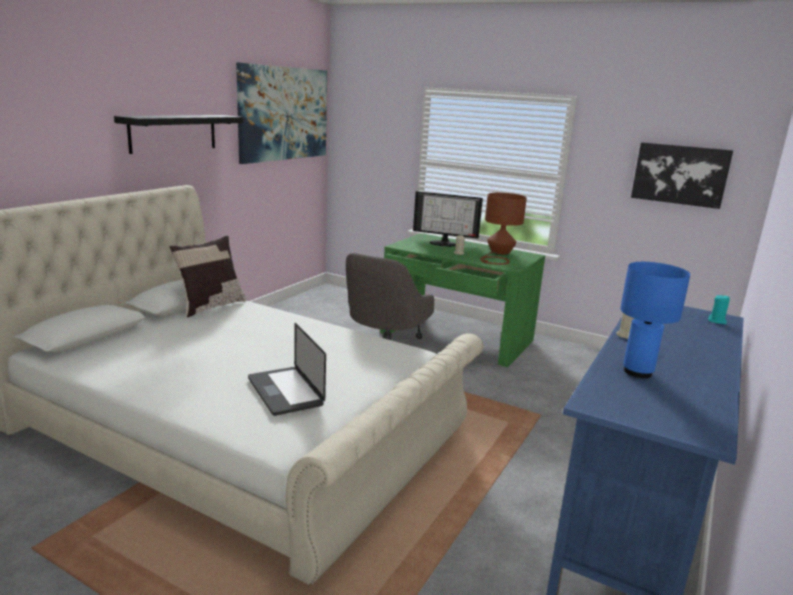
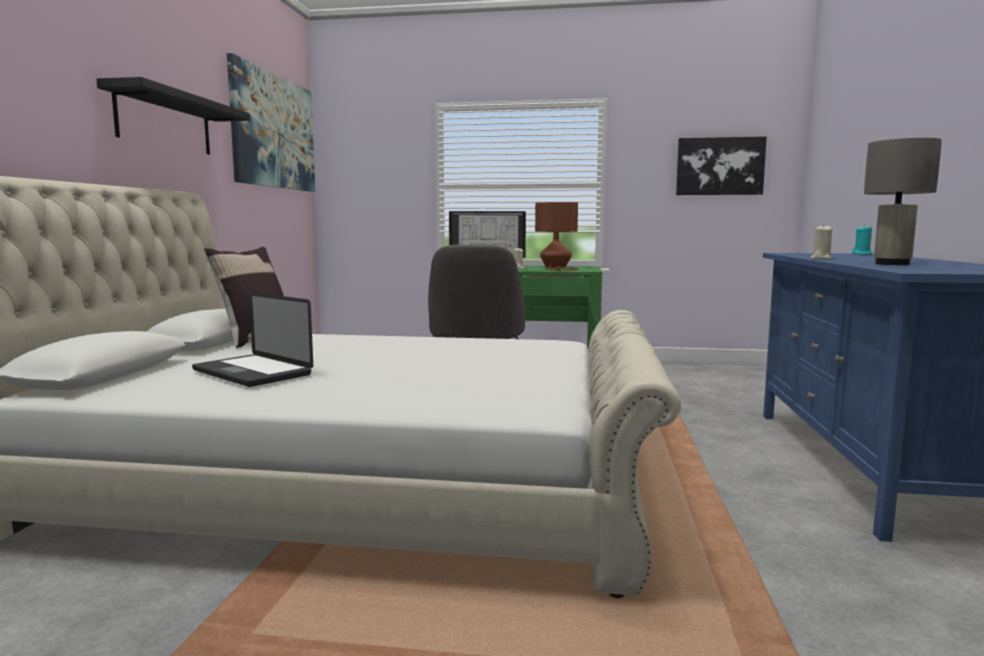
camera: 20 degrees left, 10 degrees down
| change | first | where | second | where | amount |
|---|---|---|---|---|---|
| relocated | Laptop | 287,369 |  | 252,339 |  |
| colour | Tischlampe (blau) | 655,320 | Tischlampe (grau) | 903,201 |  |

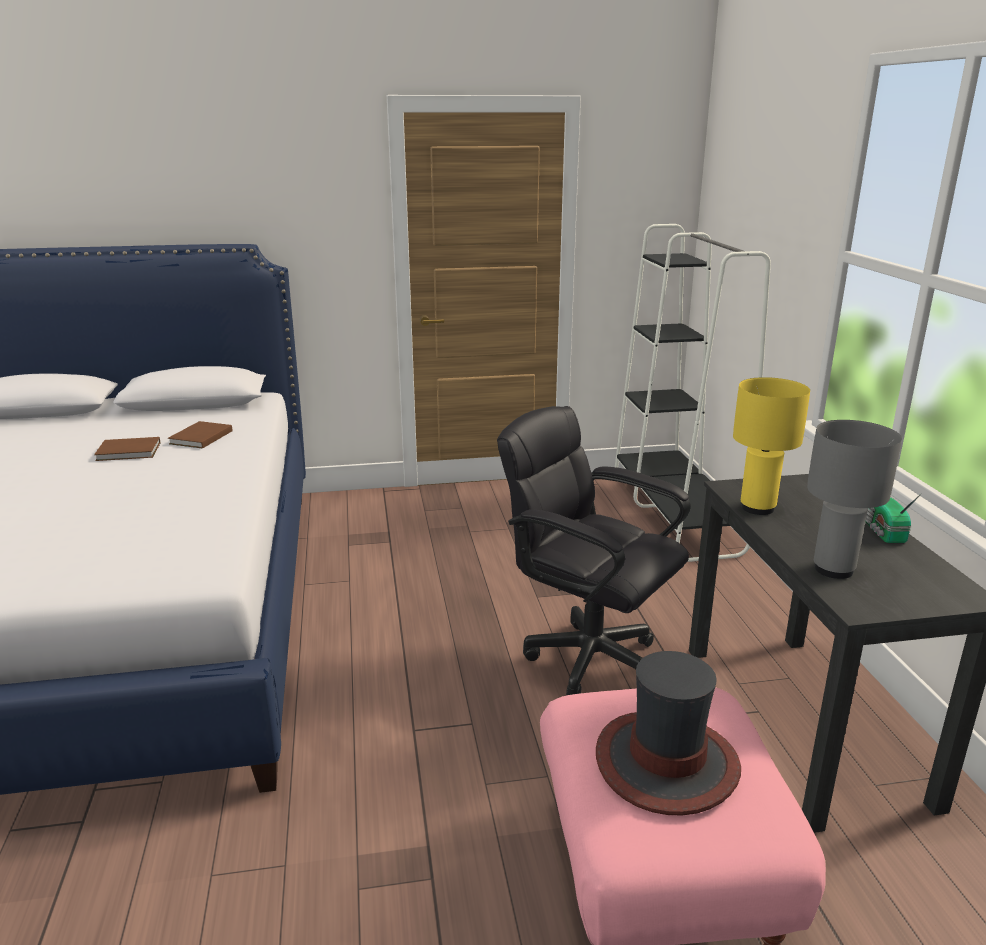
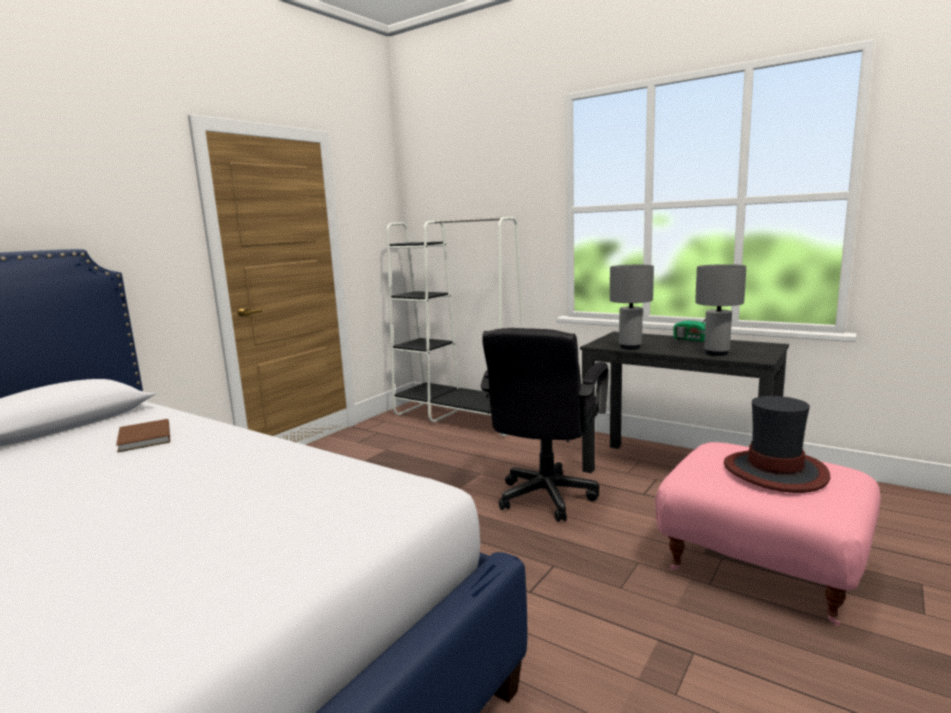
camera: 45 degrees left, 10 degrees down
| change | first | where | second | where | amount |
|---|---|---|---|---|---|
| missing | Buch (braun) | 127,449 |  |  |  |
| spun | Bürostuhl (schwarz) | 594,550 |  | 545,425 | 60 degrees counterclockwise |
| colour | Tischlampe (gelb) | 771,446 | Tischlampe (grau) | 632,307 |  |

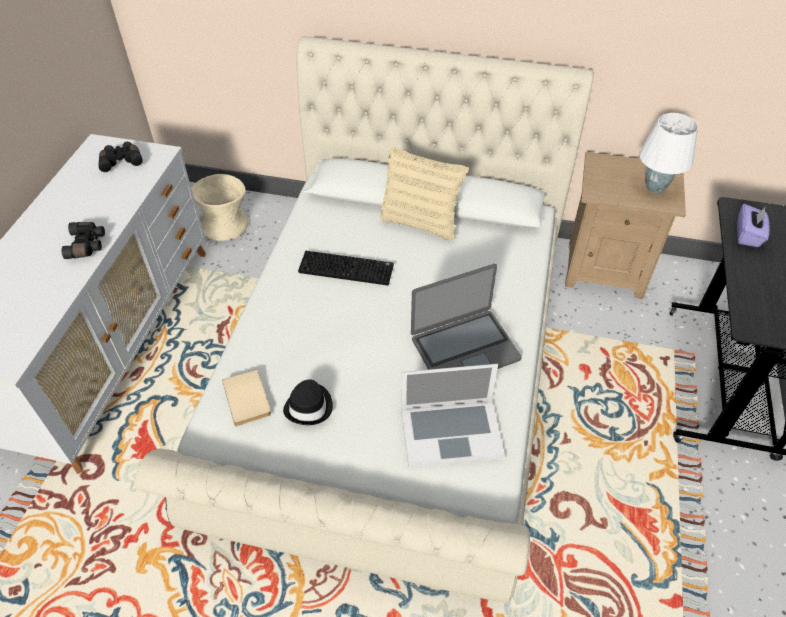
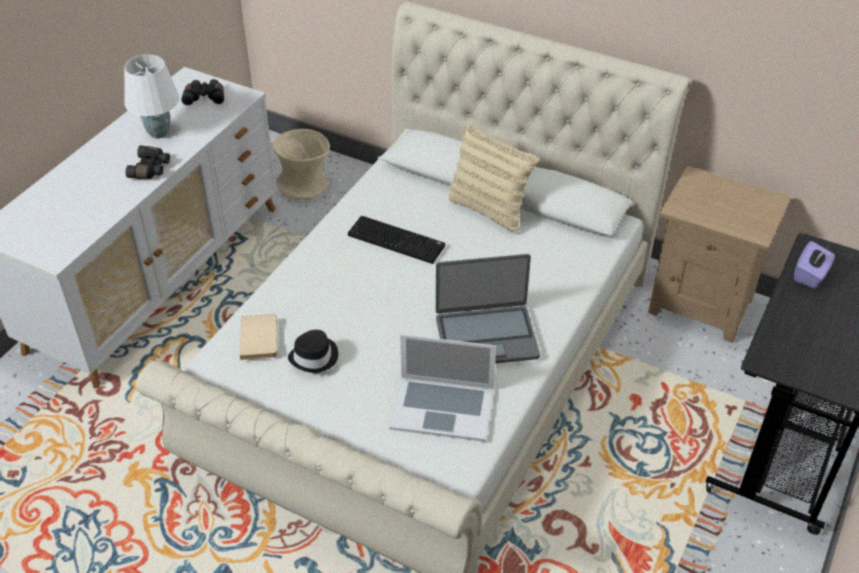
camera: 15 degrees right, 5 degrees down
| change | first | where | second | where | amount |
|---|---|---|---|---|---|
| relocated | Tischlampe (weiß) | 668,153 |  | 151,96 |  |

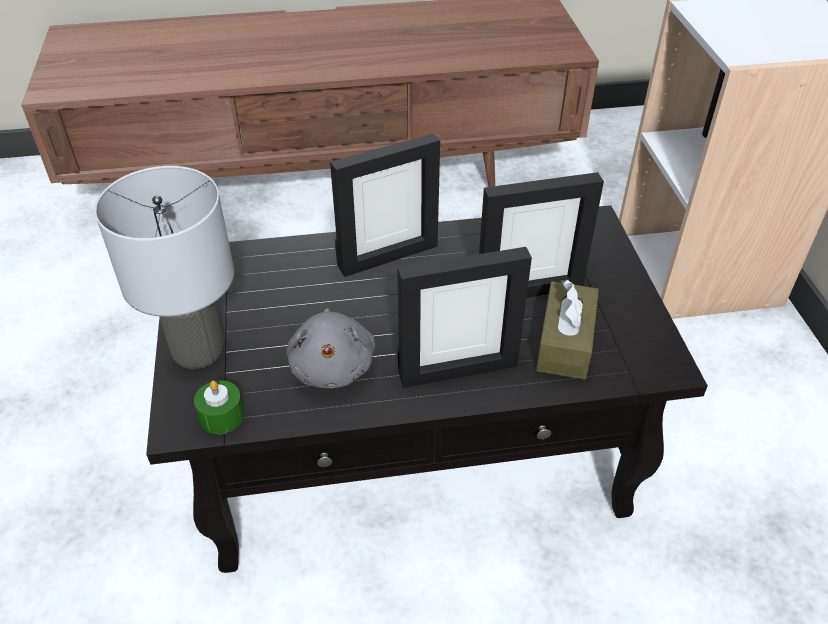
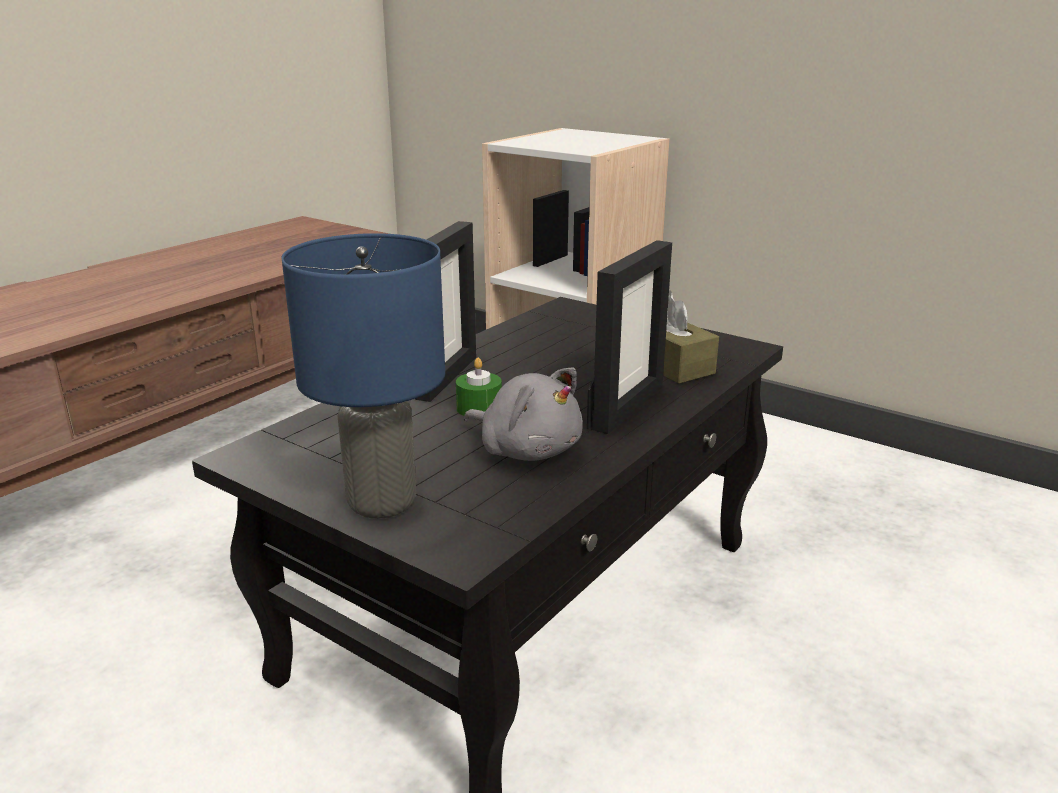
camera: 45 degrees left, 20 degrees down
| change | first | where | second | where | amount |
|---|---|---|---|---|---|
| colour | Tischlampe (weiß) | 164,267 | Tischlampe (blau) | 363,376 |  |
| relocated | Kerze (grün) | 219,407 |  | 479,387 |  |
| missing | Bilderrahmen | 541,235 |  |  |  |

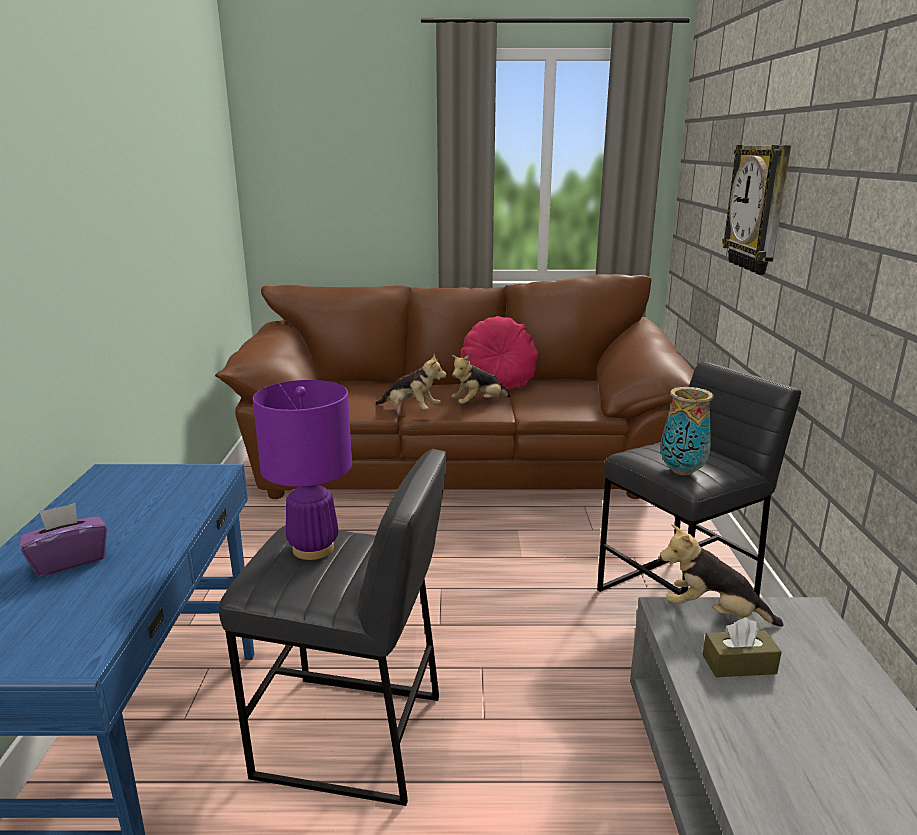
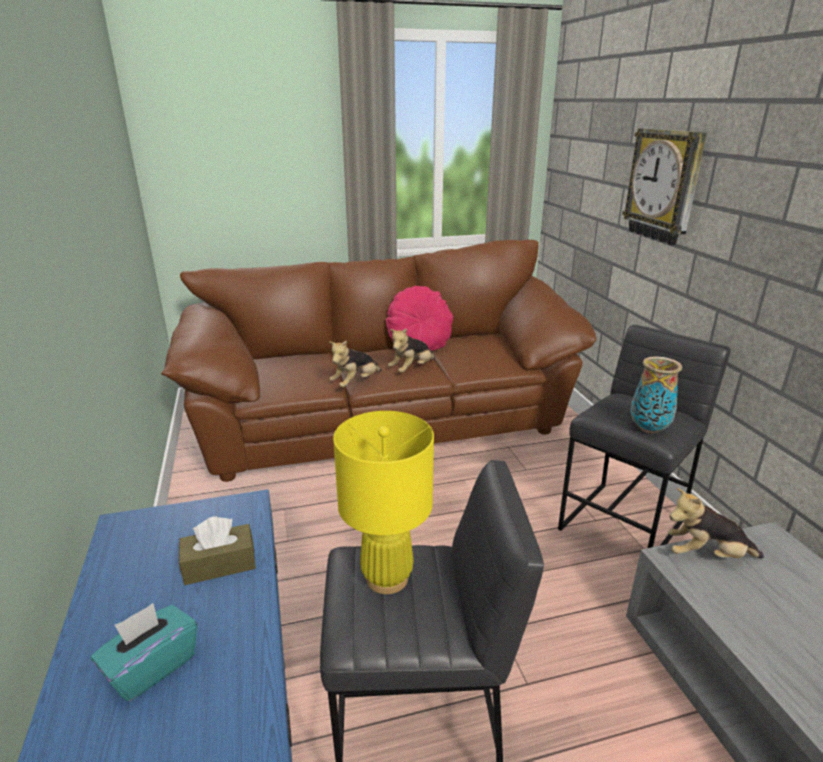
camera: 15 degrees left, 5 degrees up
| change | first | where | second | where | amount |
|---|---|---|---|---|---|
| colour | Taschentuchbox (lila) | 63,540 | Taschentuchbox (türkis) | 144,652 |  |
| colour | Tischlampe (lila) | 302,470 | Tischlampe (gelb) | 383,502 |  |
| spun | Plüschtier | 411,382 |  | 355,364 | 120 degrees clockwise |
| relocated | Taschentuchbox (braun) | 742,647 |  | 217,550 |  |

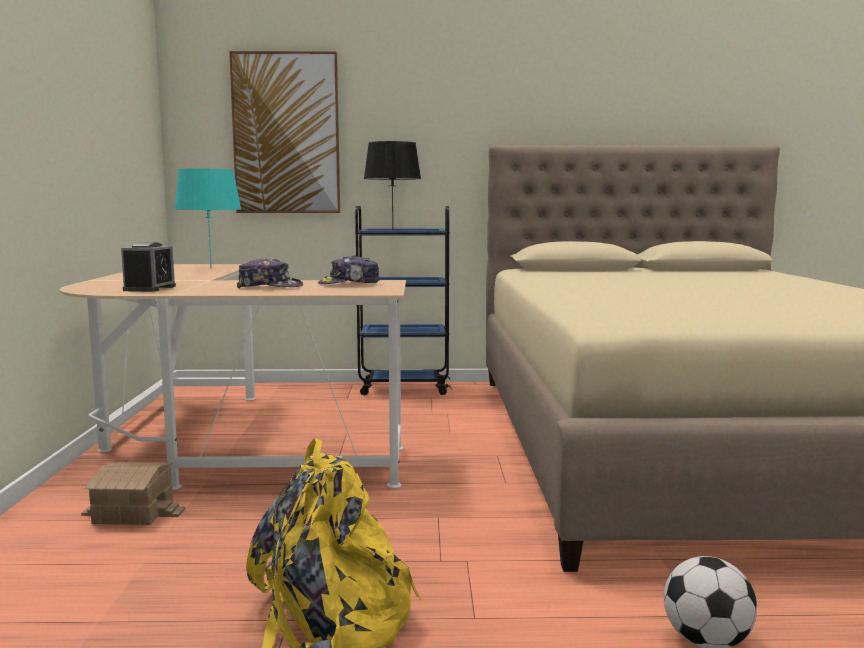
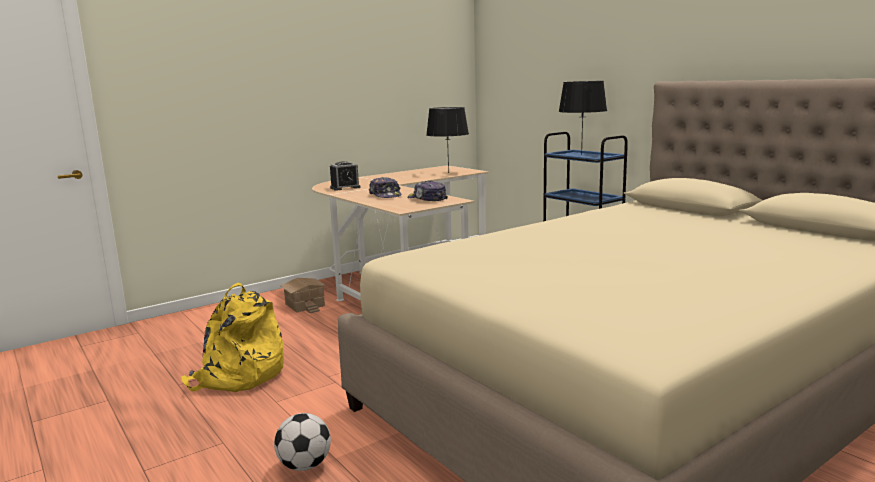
camera: 55 degrees right, 5 degrees up
| change | first | where | second | where | amount |
|---|---|---|---|---|---|
| colour | Tischlampe (türkis) | 208,218 | Tischlampe (schwarz) | 447,140 |  |
| missing | Bild | 284,132 |  |  |  |

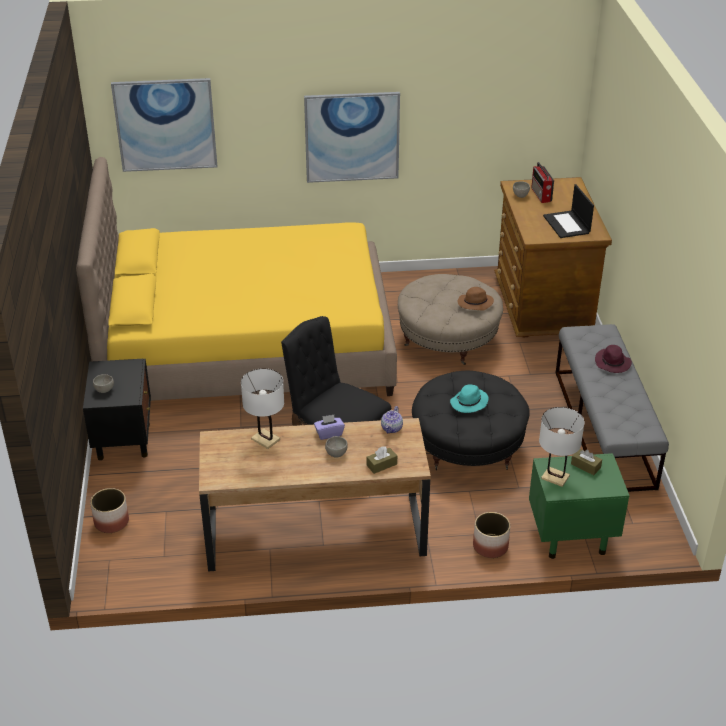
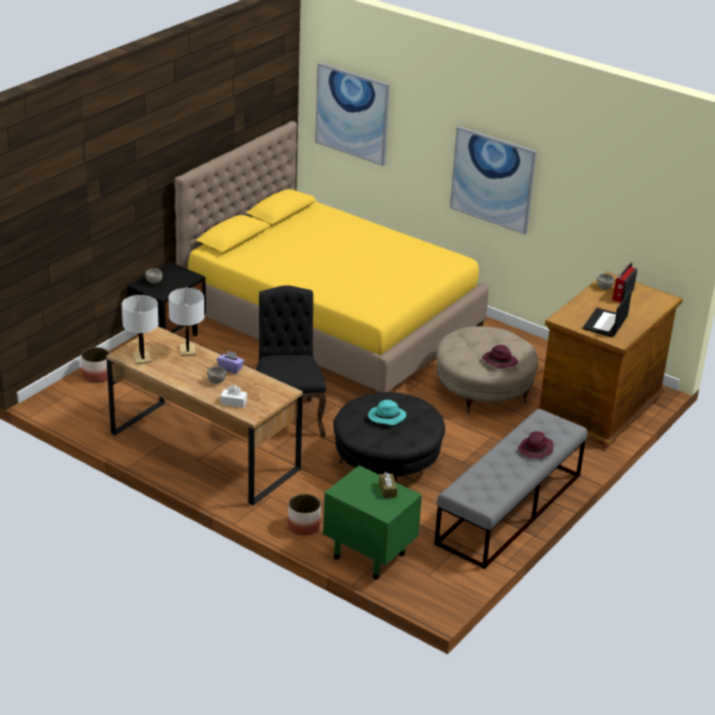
camera: 40 degrees right, 5 degrees down
| change | first | where | second | where | amount |
|---|---|---|---|---|---|
| colour | Taschentuchbox (braun) | 382,460 | Taschentuchbox (weiß) | 233,396 |  |
| missing | Teekanne | 392,419 |  |  |  |
| colour | Hut (braun) | 476,299 | Hut (lila) | 500,357 |  |
| relocated | Tischlampe (weiß) | 562,447 |  | 140,329 |  |

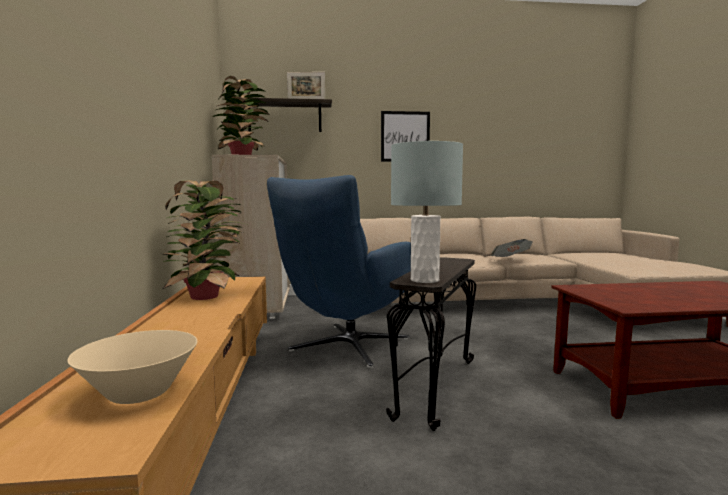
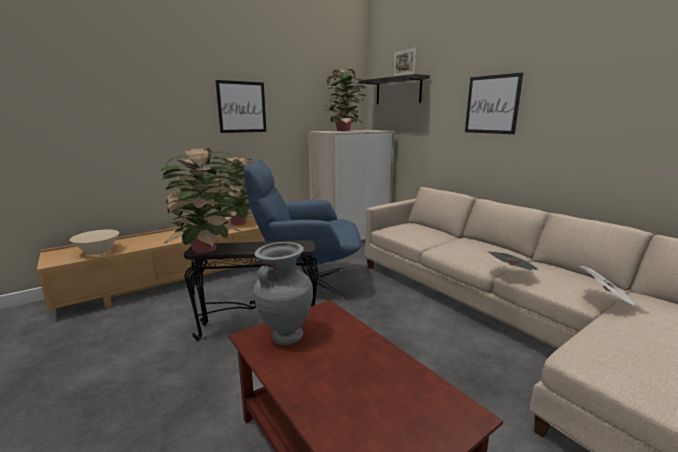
camera: 60 degrees right, 10 degrees up
| change | first | where | second | where | amount |
|---|---|---|---|---|---|
| exchanged | Tischlampe (grau) | 427,212 | Topfpflanze | 199,200 |  |
| appeared |  |  | Bild | 240,106 |  |
| appeared |  |  | Vase (grau) | 283,293 |  |
| appeared |  |  | Zeitung | 614,288 |  |

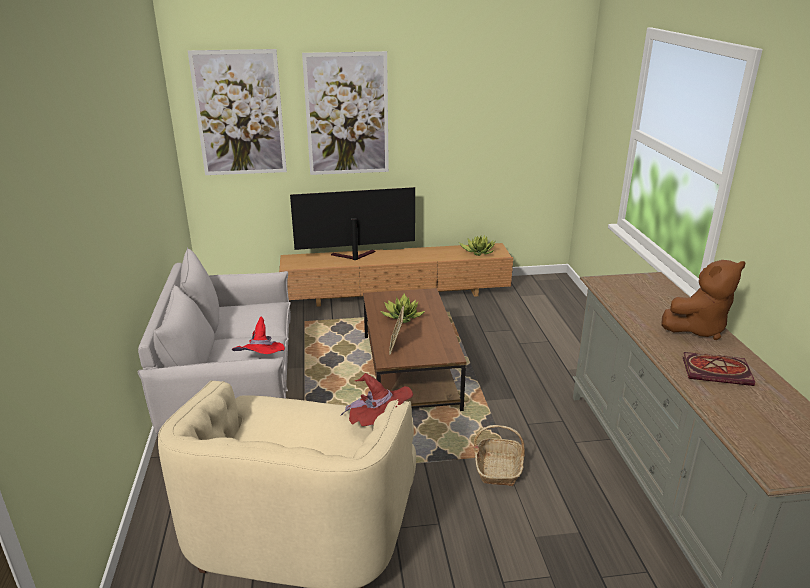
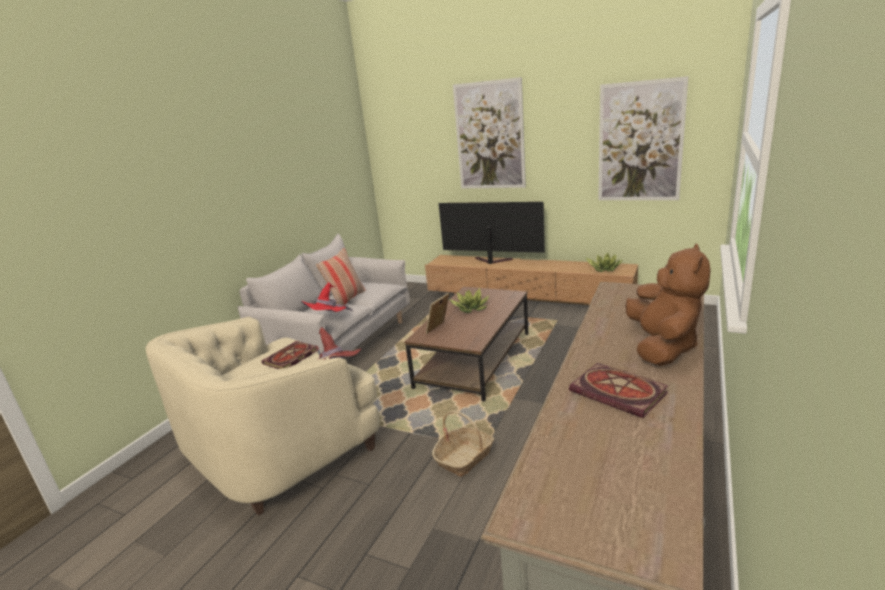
camera: 35 degrees right, 5 degrees down
| change | first | where | second | where | amount |
|---|---|---|---|---|---|
| relocated | Bild | 237,112 |  | 643,138 |  |
| spun | Plüschtier (braun) | 703,300 |  | 668,304 | 90 degrees counterclockwise |
| appeared |  |  | Buch | 289,355 |  |
| appeared |  |  | Kissen | 341,277 |  |

